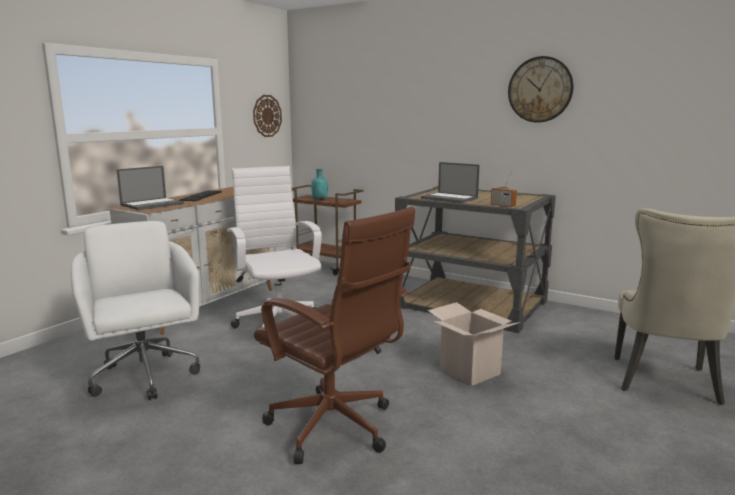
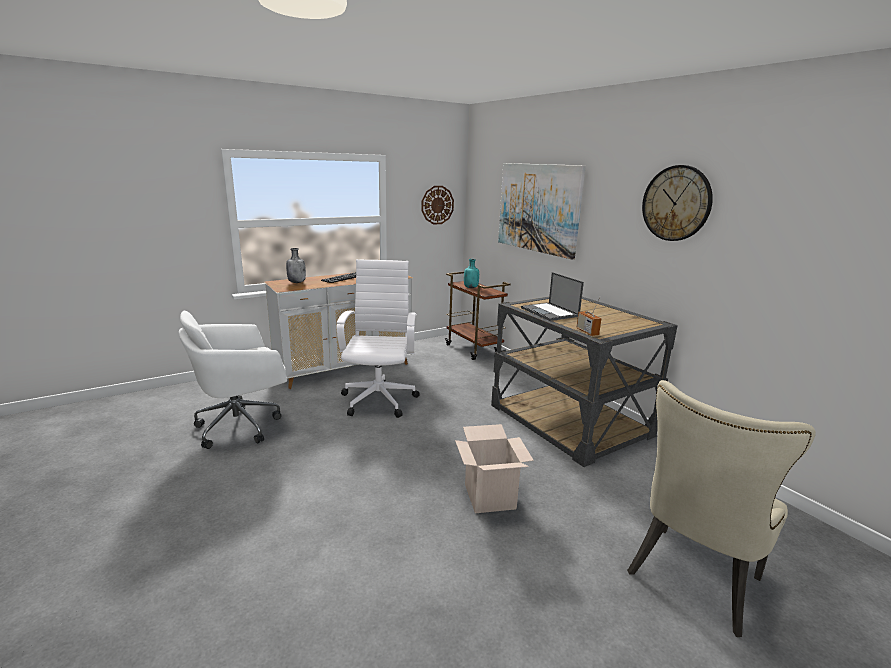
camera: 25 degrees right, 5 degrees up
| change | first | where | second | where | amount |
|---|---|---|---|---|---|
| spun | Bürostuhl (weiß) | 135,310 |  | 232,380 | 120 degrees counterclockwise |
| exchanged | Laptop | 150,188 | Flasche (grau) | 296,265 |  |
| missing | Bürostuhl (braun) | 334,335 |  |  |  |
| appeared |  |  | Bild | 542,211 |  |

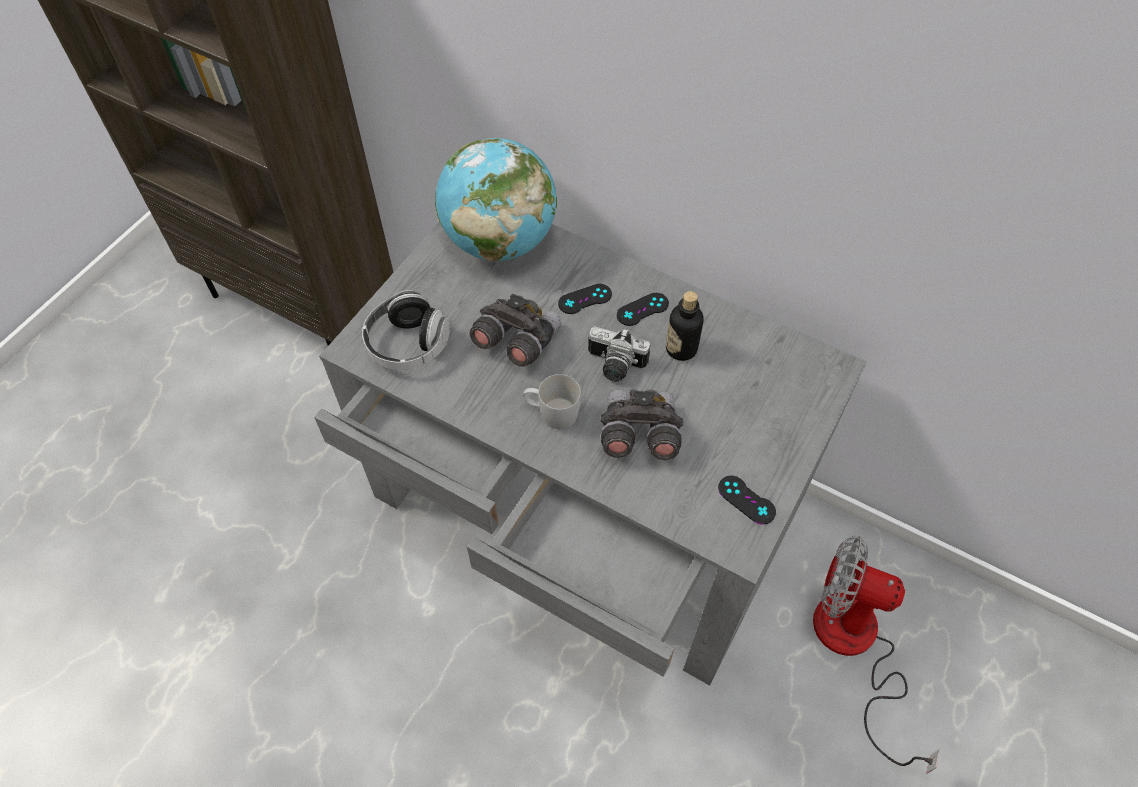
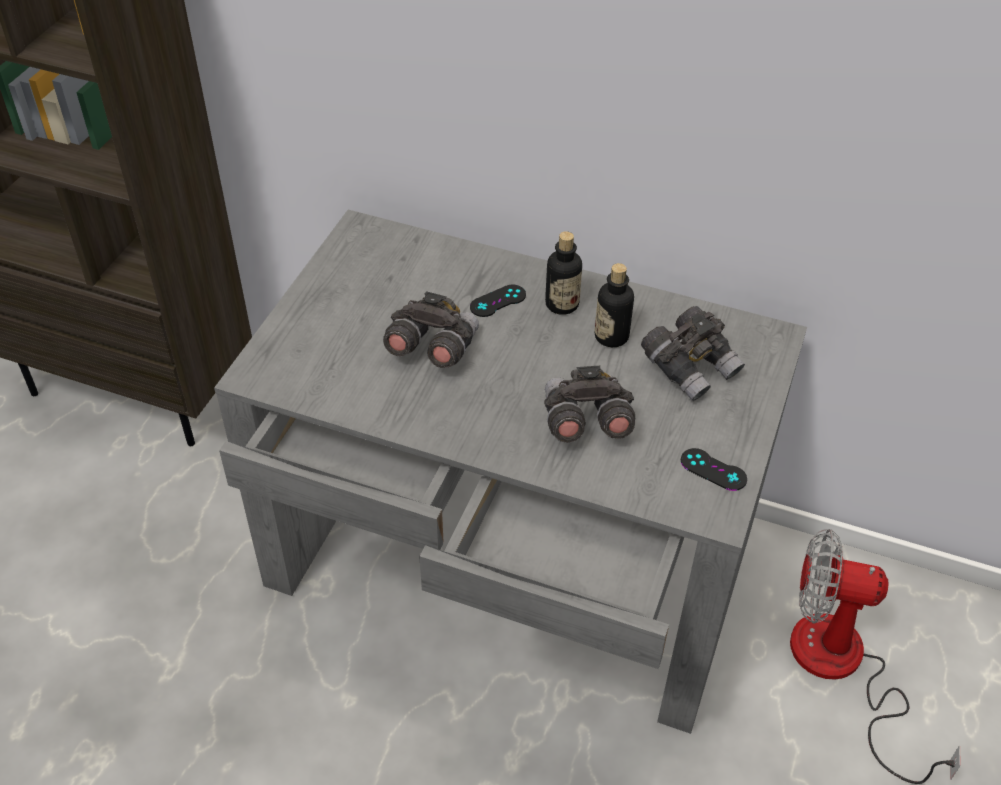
camera: 10 degrees left, 10 degrees down
| change | first | where | second | where | amount |
|---|---|---|---|---|---|
| missing | Kopfhörer | 406,330 |  |  |  |
| missing | Globus | 496,199 |  |  |  |
| missing | Henkelbecher (weiß) | 552,401 |  |  |  |
| missing | Kamera | 619,354 |  |  |  |
| exchanged | Gamepad (schwarz) | 643,309 | Flasche | 563,273 |  |
| appeared |  |  | Fernglas (grau) | 693,353 |  |

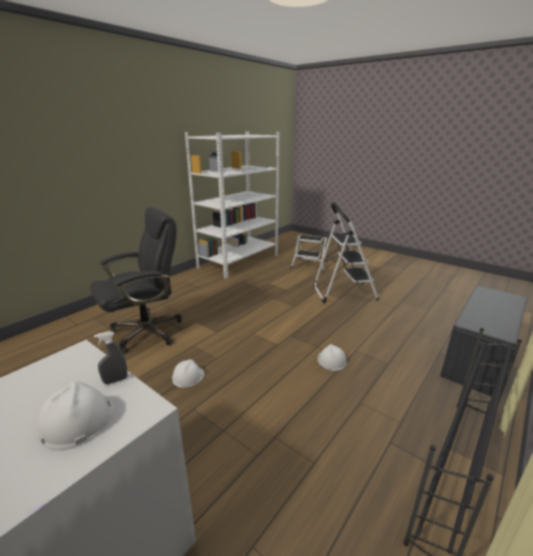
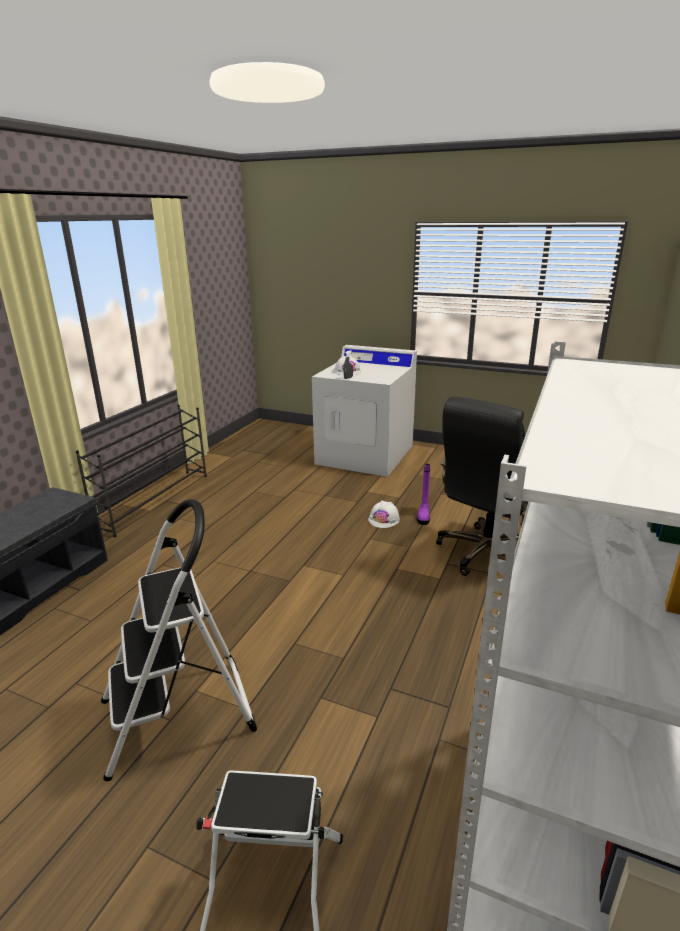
camera: 165 degrees right, 0 degrees up
| change | first | where | second | where | amount |
|---|---|---|---|---|---|
| missing | Schutzhelm (weiß) | 332,357 |  |  |  |
| appeared |  |  | Stiefel (lila) | 423,494 |  |

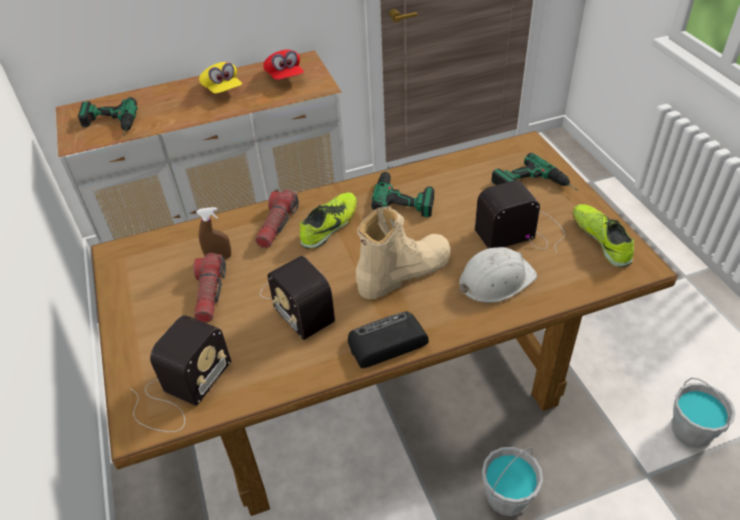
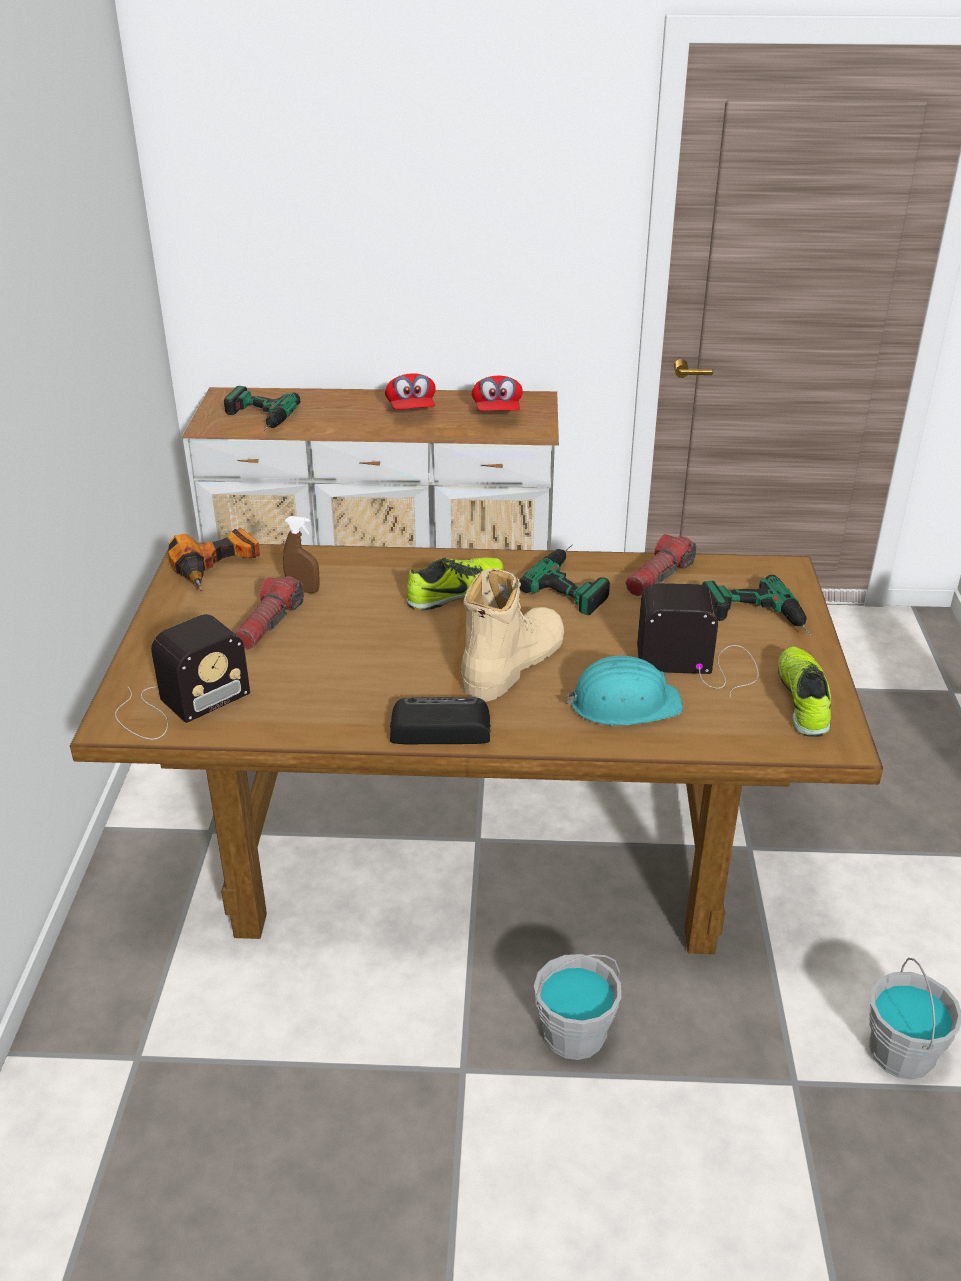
camera: 20 degrees right, 10 degrees down
| change | first | where | second | where | amount |
|---|---|---|---|---|---|
| colour | Kappe (gelb) | 220,77 | Kappe (rot) | 410,391 |  |
| relocated | Taschenlampe | 277,218 |  | 661,565 |  |
| missing | Radio | 297,298 |  |  |  |
| spun | Stiefel (beige) | 403,253 |  | 512,635 | 45 degrees counterclockwise |
| colour | Schutzhelm (weiß) | 498,275 | Schutzhelm (türkis) | 624,691 |  |
| appeared |  |  | Bohrmaschine | 214,559 |  |

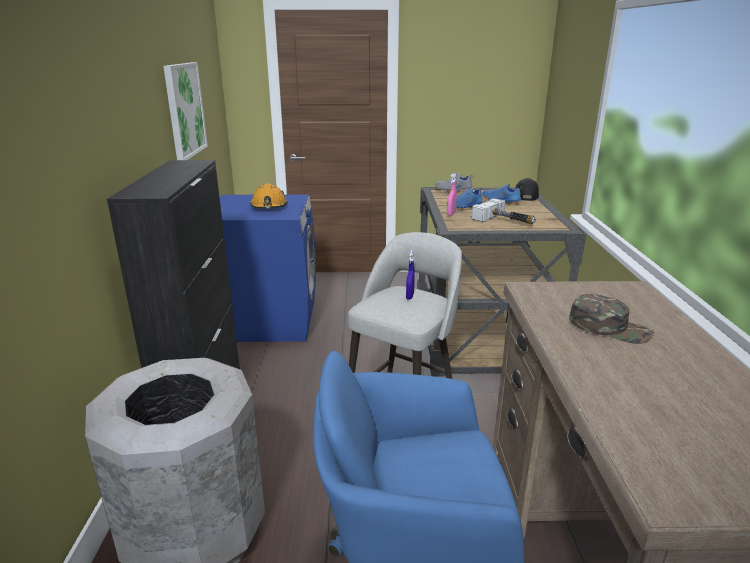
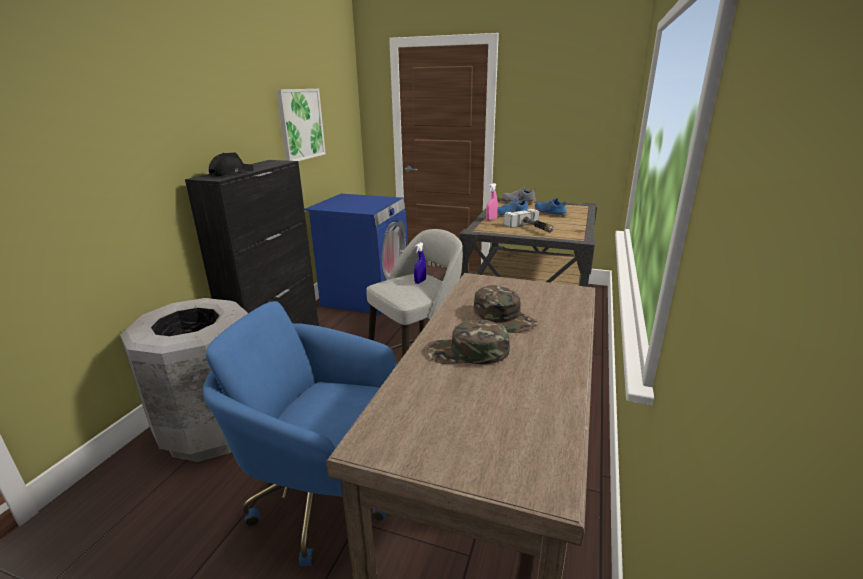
camera: 20 degrees right, 0 degrees up
| change | first | where | second | where | amount |
|---|---|---|---|---|---|
| missing | Schutzhelm (orange) | 268,196 |  |  |  |
| relocated | Kappe (schwarz) | 527,189 |  | 231,164 |  |
| appeared |  |  | Kappe (grün) | 468,342 |  |

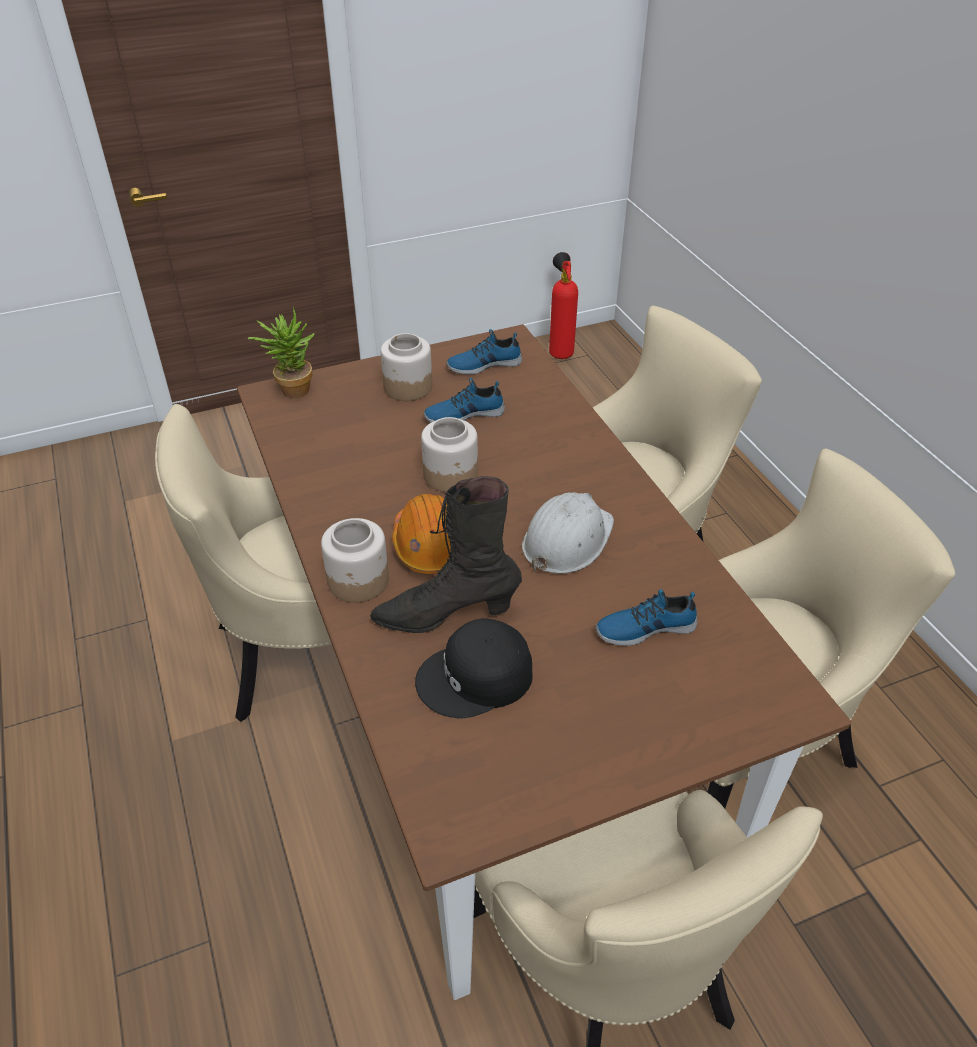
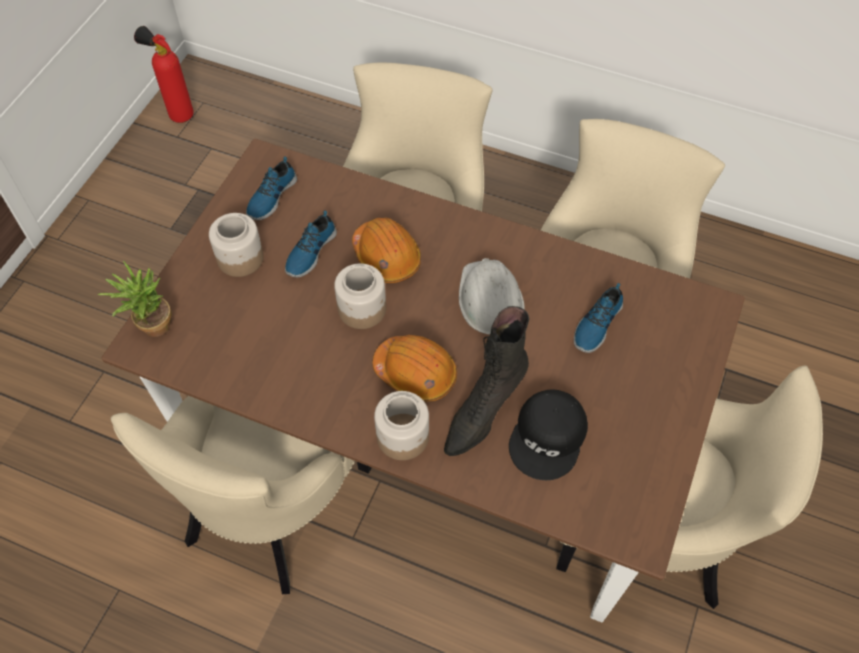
camera: 45 degrees left, 15 degrees up
| change | first | where | second | where | amount |
|---|---|---|---|---|---|
| appeared |  |  | Schutzhelm (orange) | 386,250 |  |

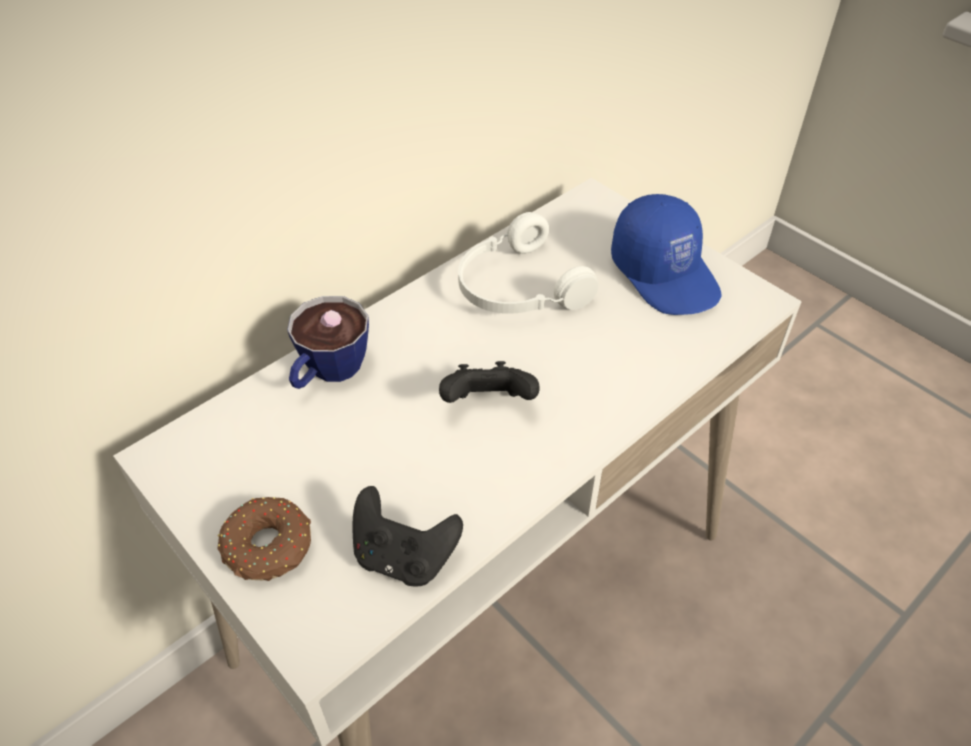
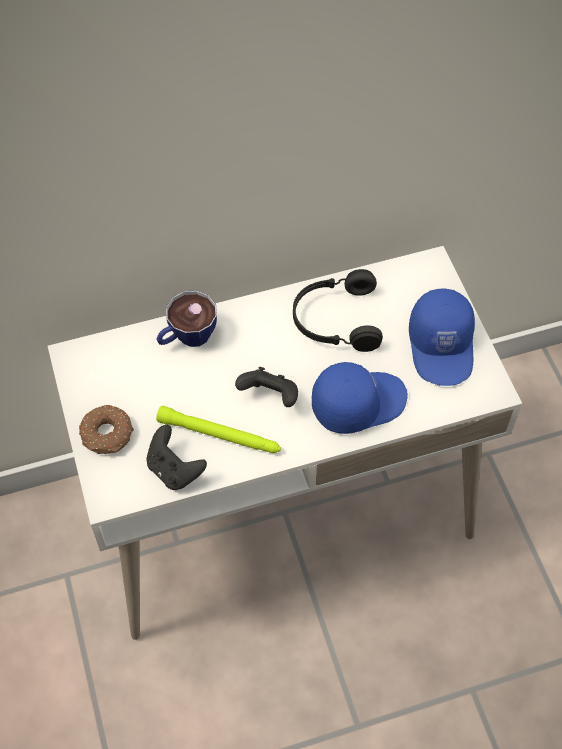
camera: 25 degrees right, 10 degrees up
| change | first | where | second | where | amount |
|---|---|---|---|---|---|
| colour | Kopfhörer (weiß) | 528,263 | Kopfhörer (schwarz) | 338,310 |  |
| appeared |  |  | Taschenlampe (grün) | 218,429 |  |
| appeared |  |  | Kappe (blau) | 360,398 |  |

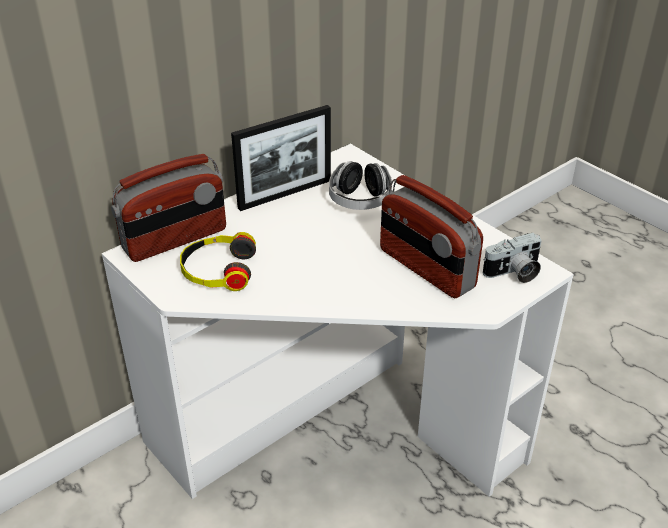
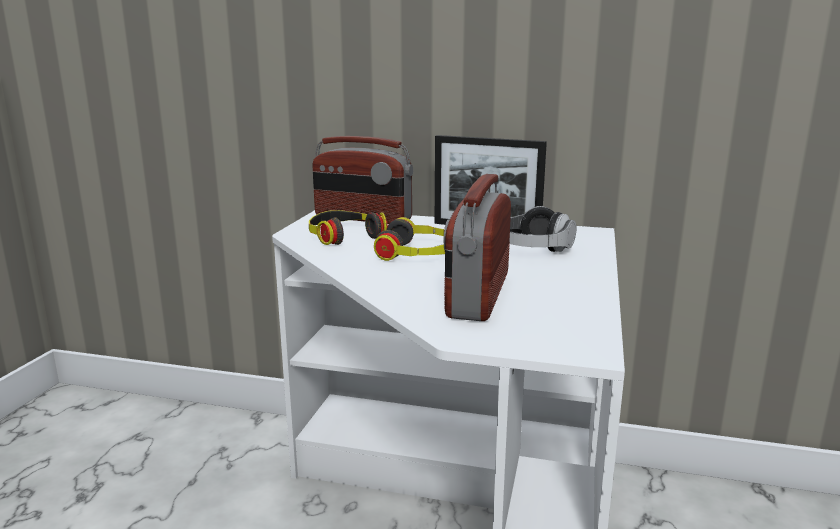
camera: 55 degrees right, 20 degrees down
| change | first | where | second | where | amount |
|---|---|---|---|---|---|
| missing | Kamera | 512,258 |  |  |  |
| appeared |  |  | Kopfhörer | 409,239 |  |

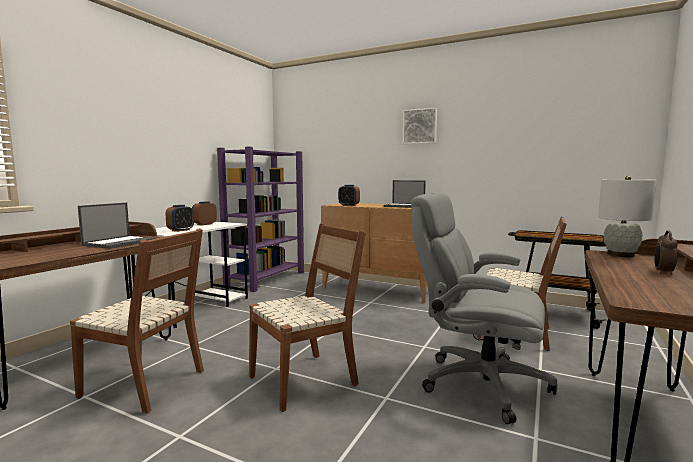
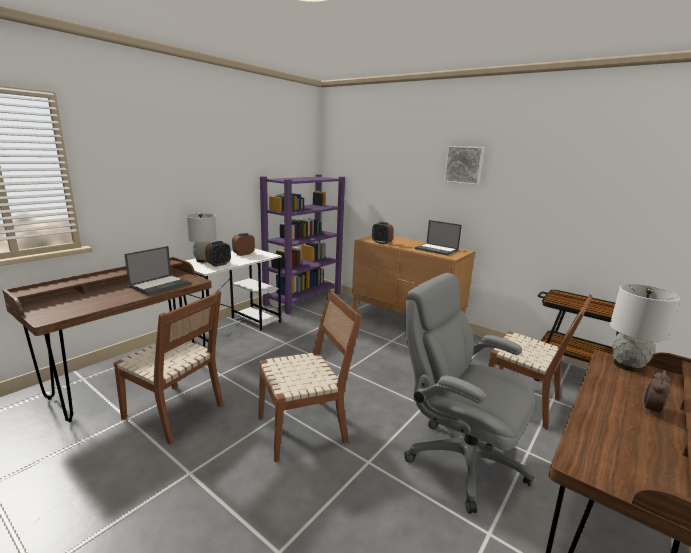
camera: 10 degrees right, 10 degrees up
| change | first | where | second | where | amount |
|---|---|---|---|---|---|
| appeared |  |  | Tischlampe (weiß) | 201,238 |  |

